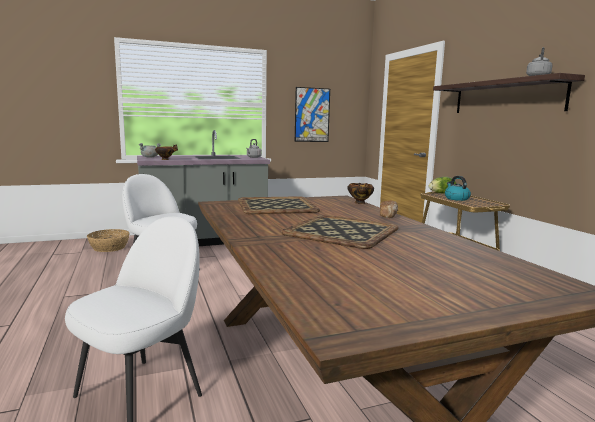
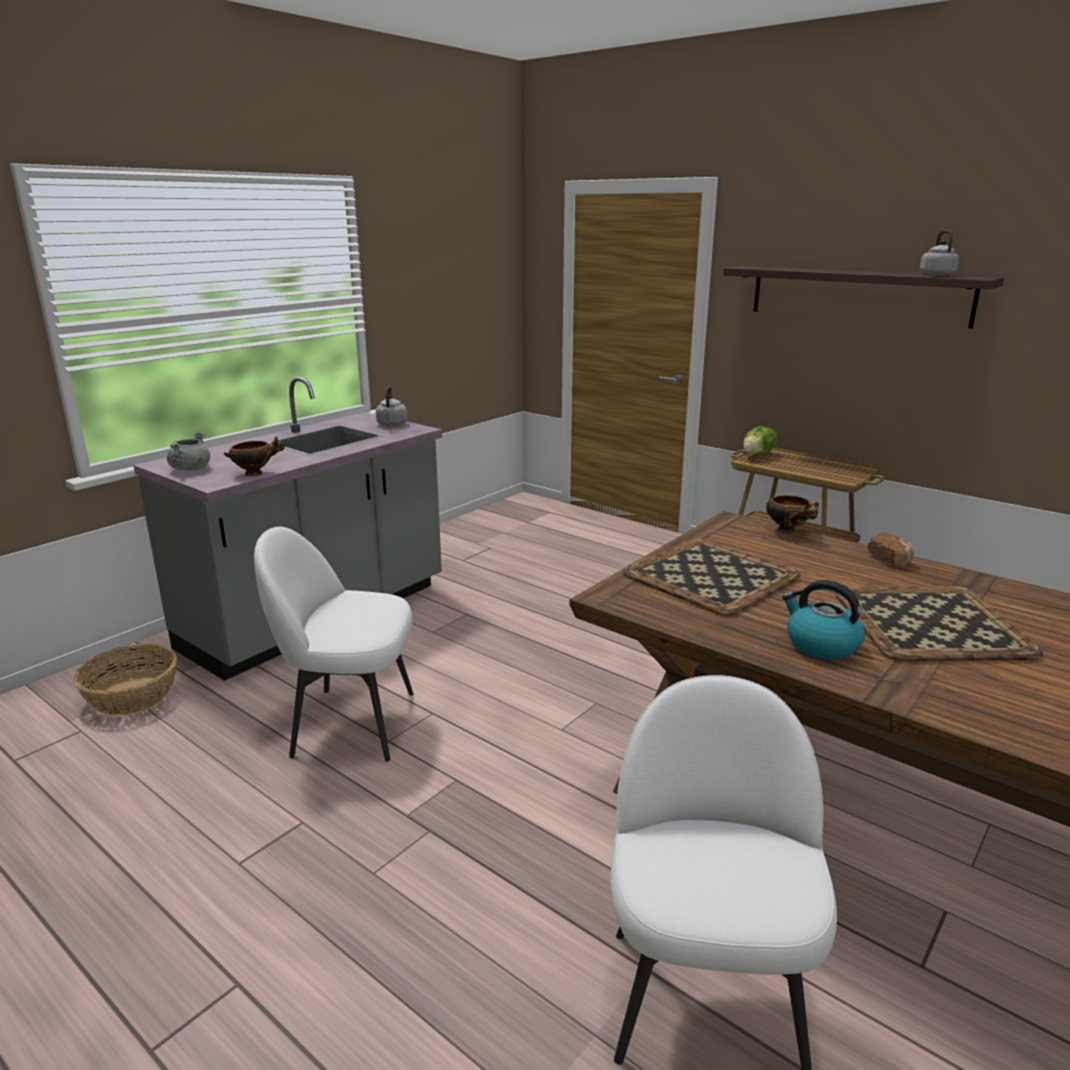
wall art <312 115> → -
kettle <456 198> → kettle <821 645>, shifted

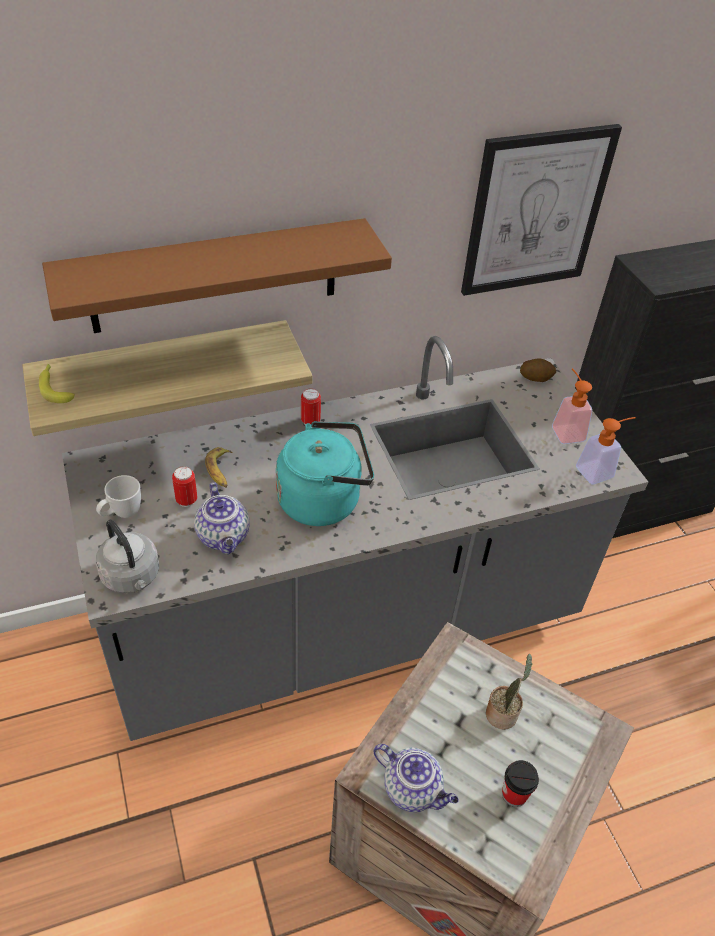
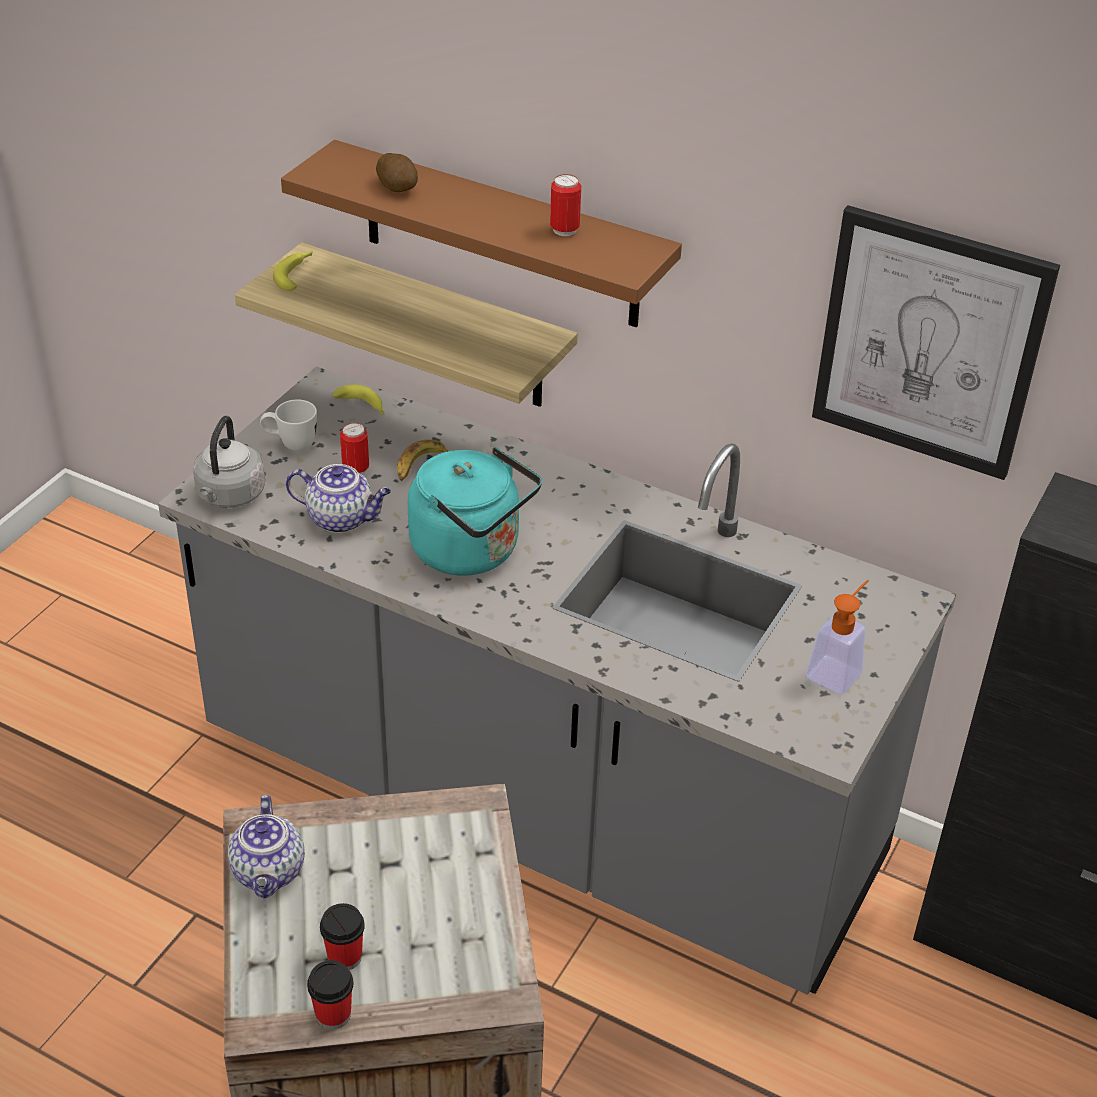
potted plant <503 713> → -
soap bottle <599 471> → -
- → small cup <333 1014>
- → banana fruit <363 407>
metal can <310 421> → metal can <564 230>, shifted
spud <536 378> → spud <398 187>, shifted
tea pot <224 537> → tea pot <342 518>, 105 degrees counterclockwise

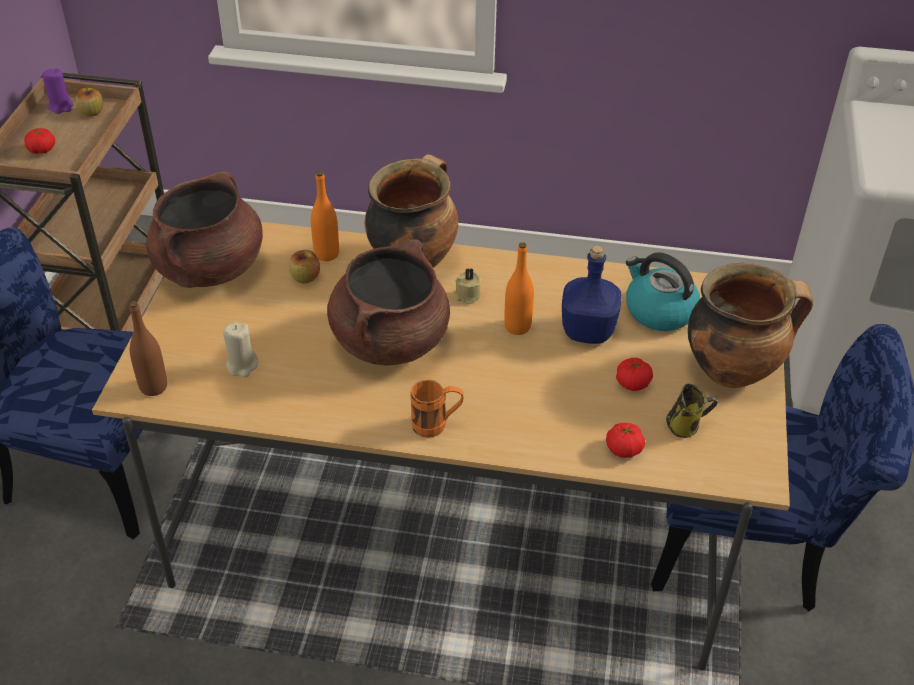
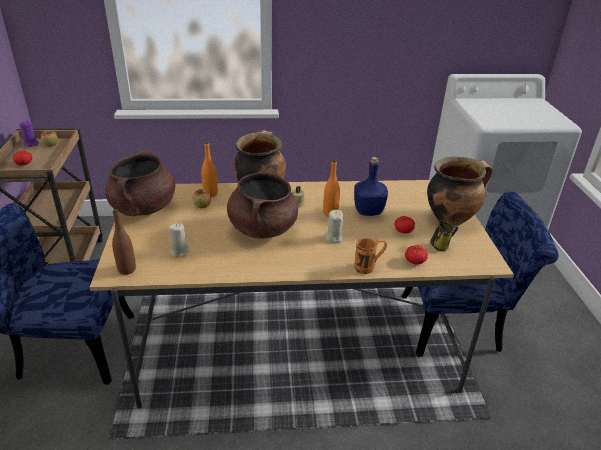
kettle <658 311> → -
- → beige candle <333 238>
orange coffee mug <437 426> → orange coffee mug <368 267>, shifted

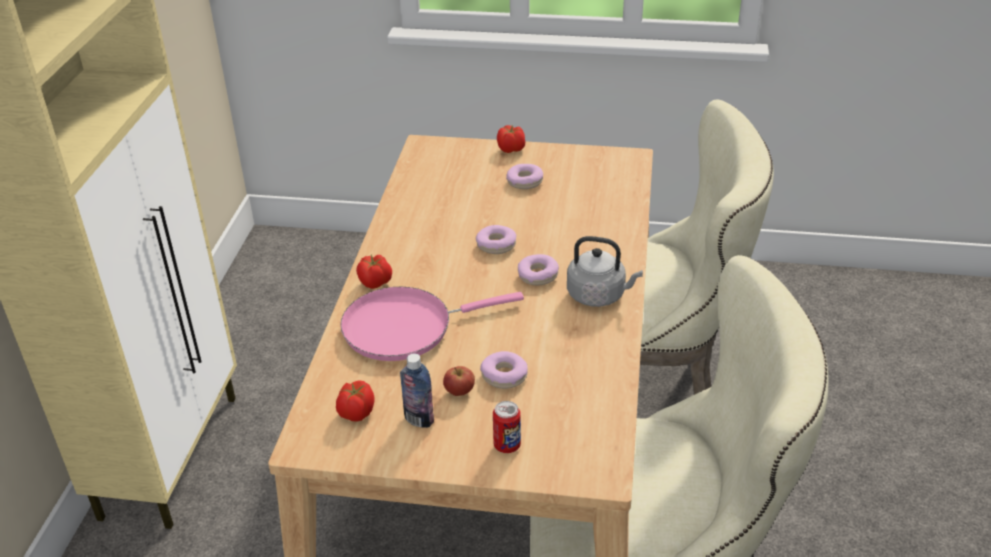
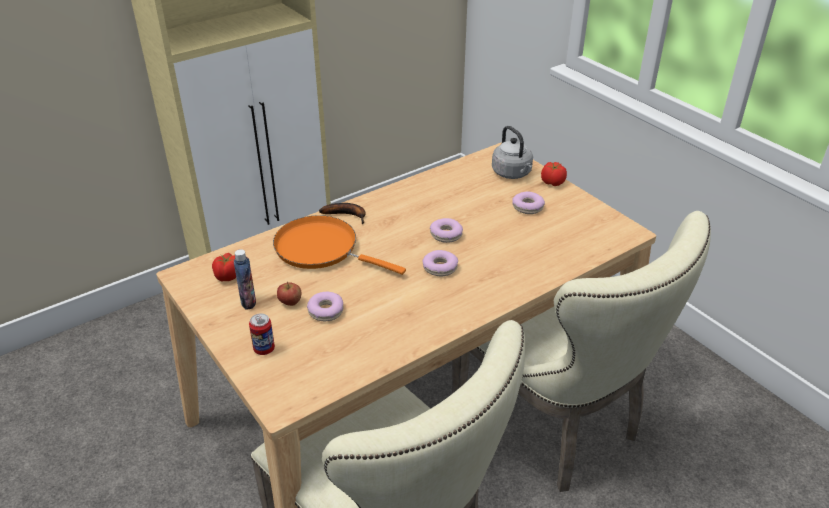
gray kettle <599 295> → gray kettle <512 173>, shifted
whole tomato <376 282> → banana fruit <347 215>
pink-coloured frying pan <405 327> → orange frying pan <321 249>

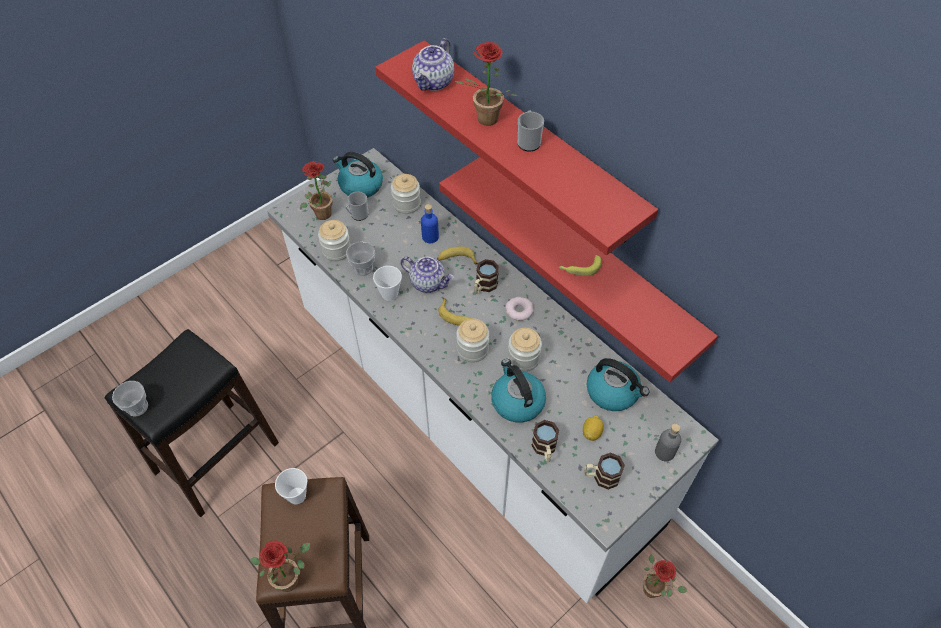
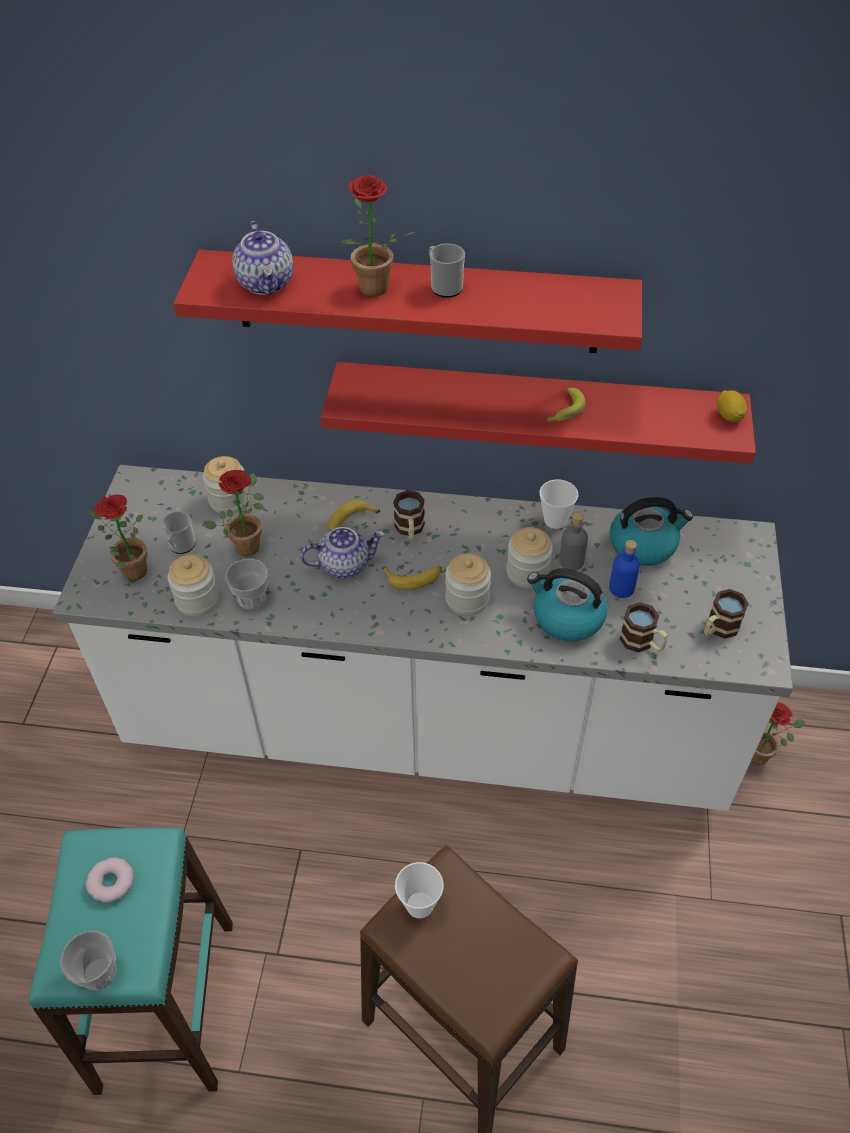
kettle <360 185> → -
potted plant <291 577> → potted plant <248 543>, shifted
small cup <389 294> → small cup <555 520>, shifted
blue-coloured beverage bottle <430 237> → blue-coloured beverage bottle <621 588>, shifted
ring doughnut <519 311> → ring doughnut <111 882>, shifted
whole lemon <591 432> → whole lemon <729 416>, shifted
gray beverage bottle <664 452> → gray beverage bottle <571 561>, shifted
black sitting stool <216 457> → blue-green sitting stool <166 1004>

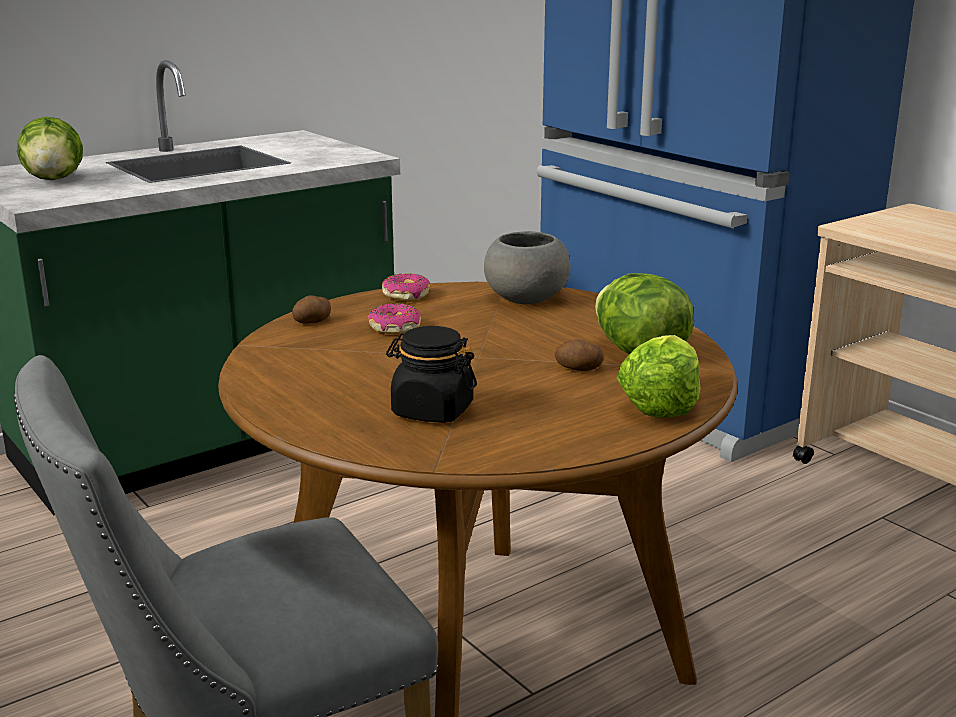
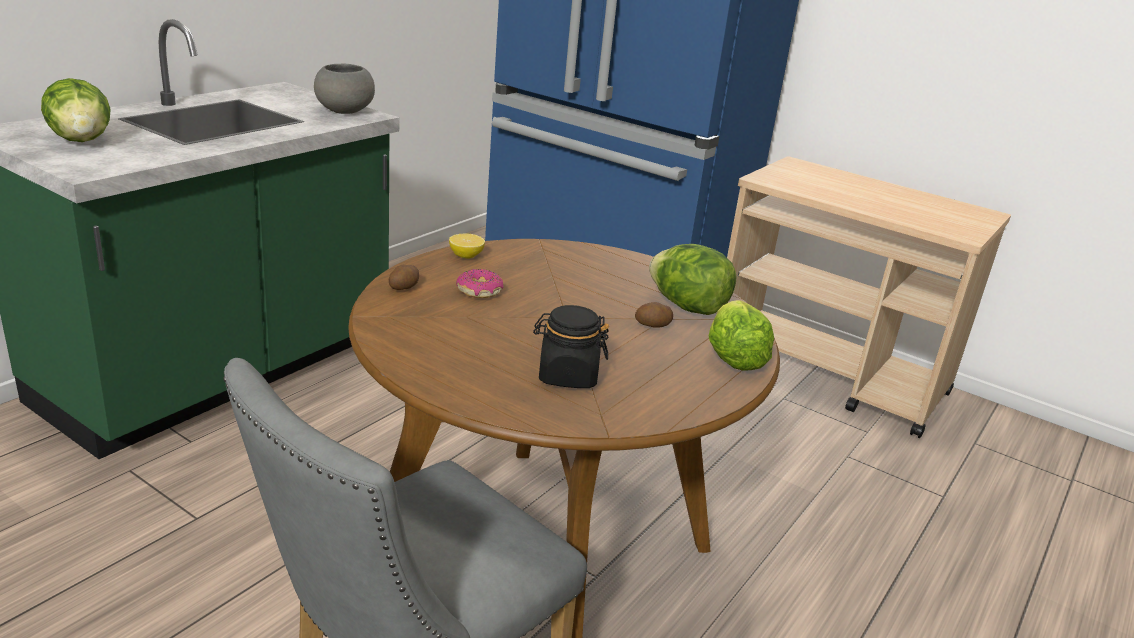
gray bowl <525 299> → gray bowl <344 111>, shifted
ring doughnut <406 295> → whole lemon <466 256>

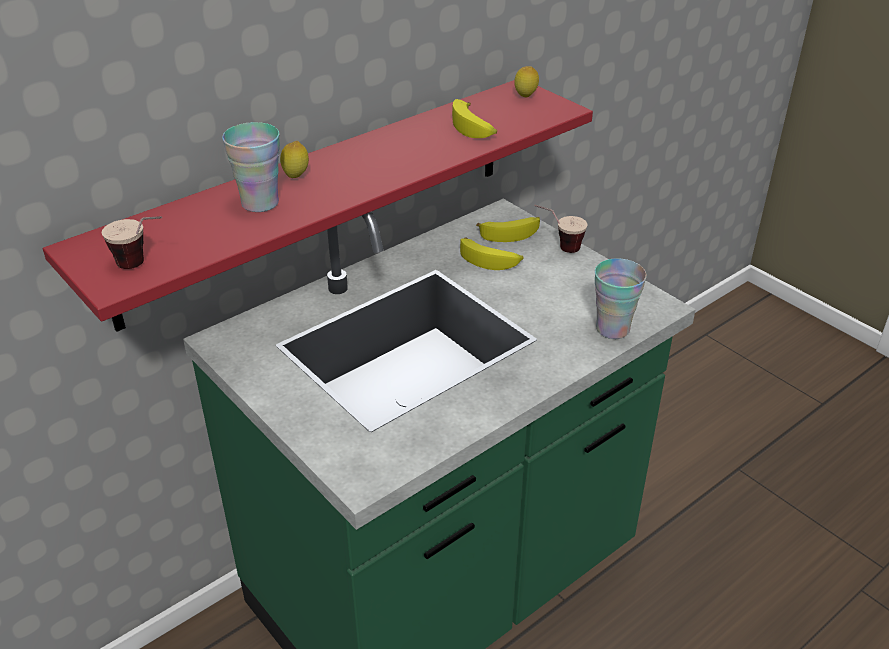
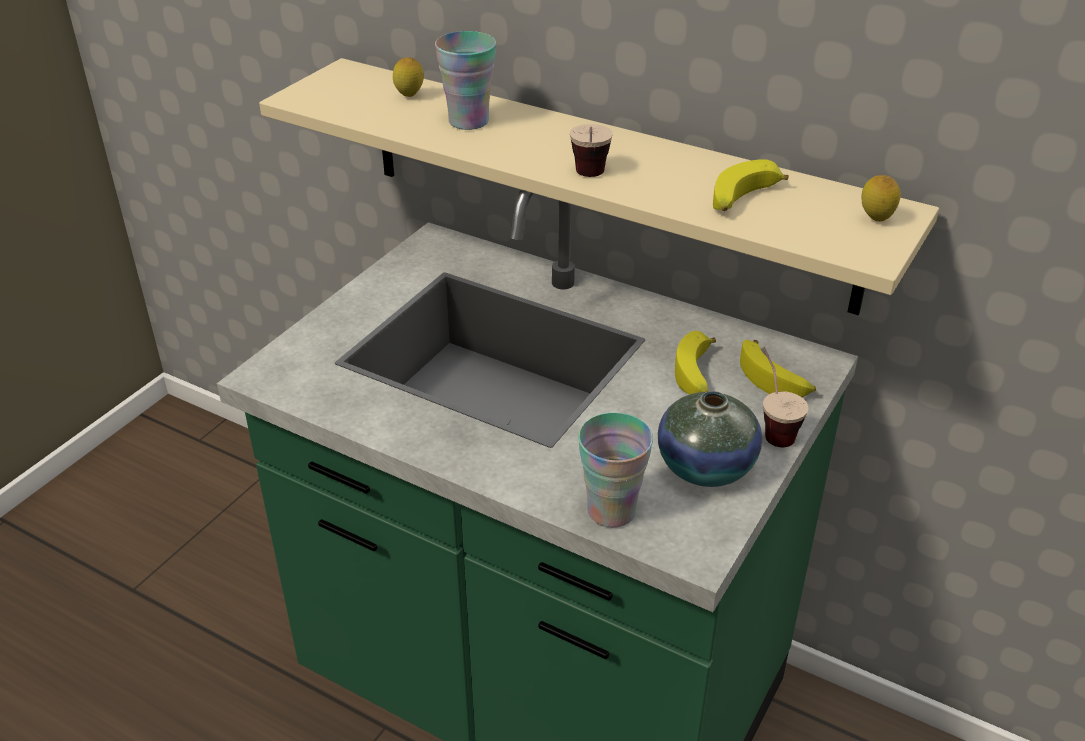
- → vase <705 467>
small cup <143 266> → small cup <589 179>, shifted
whole lemon <296 177> → whole lemon <409 97>, shifted
red bracket shelf <321 197> → beige bracket shelf <602 181>

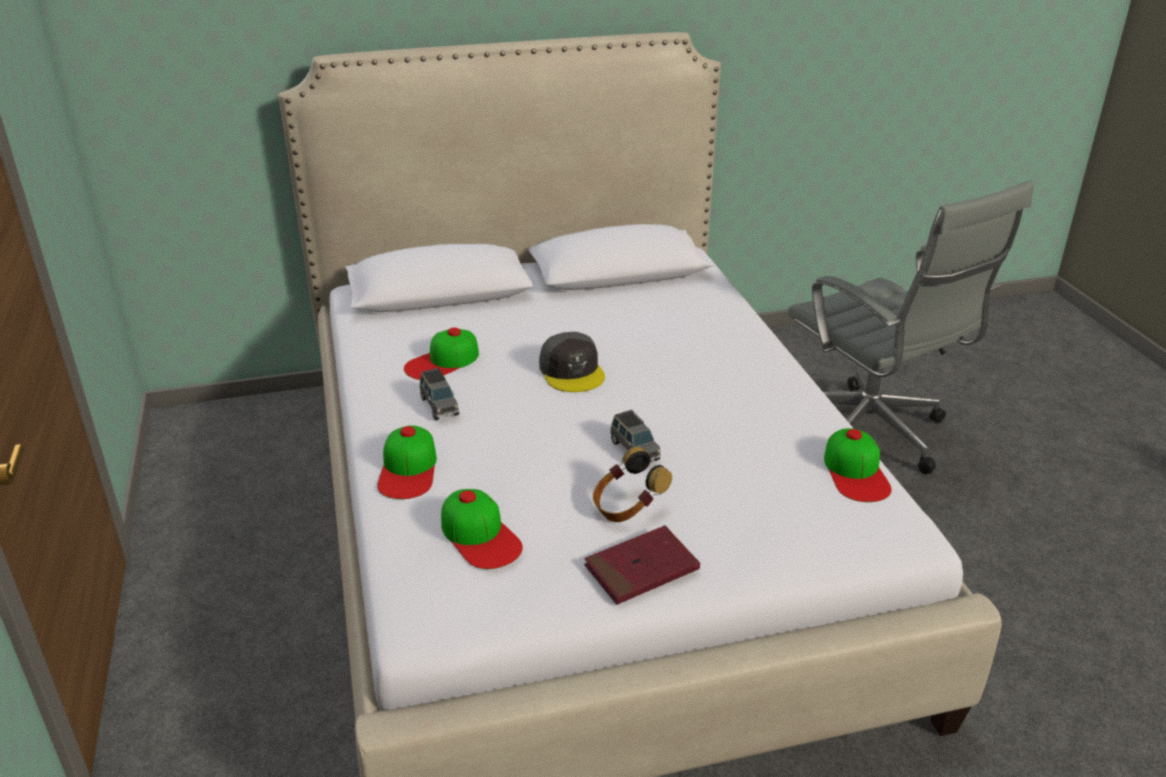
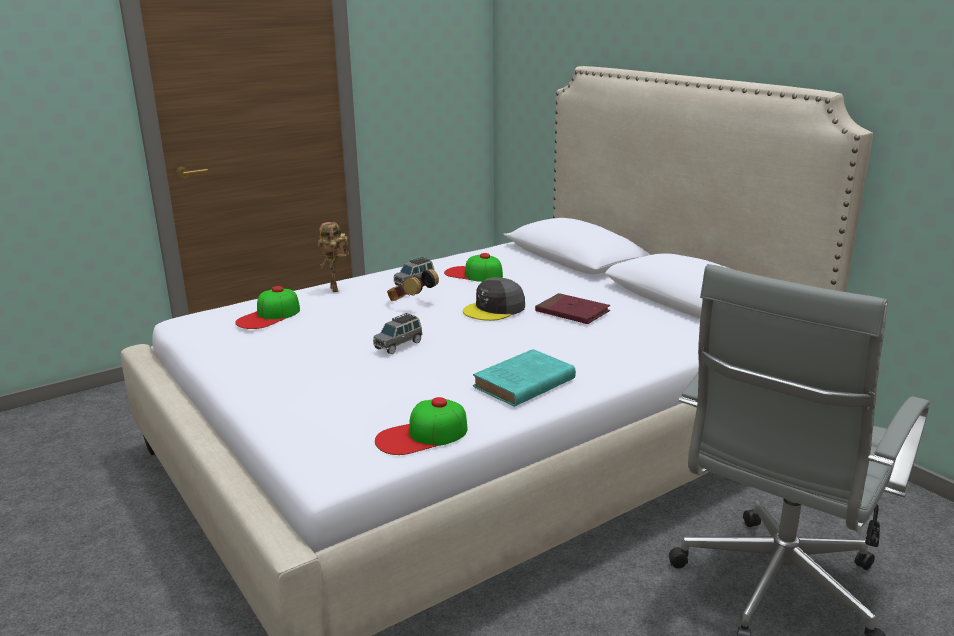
- → blue-green book <522 384>
red book <641 569> → red book <572 312>, shifted
headphones <627 508> → headphones <410 303>, shifted
cap <408 469> → toy robot <336 289>

